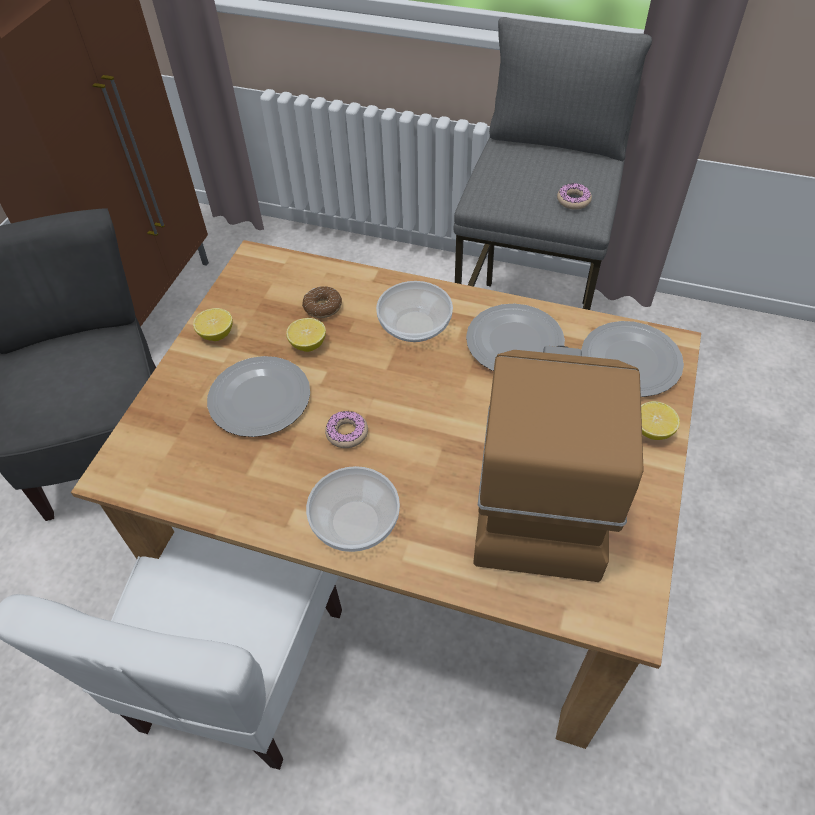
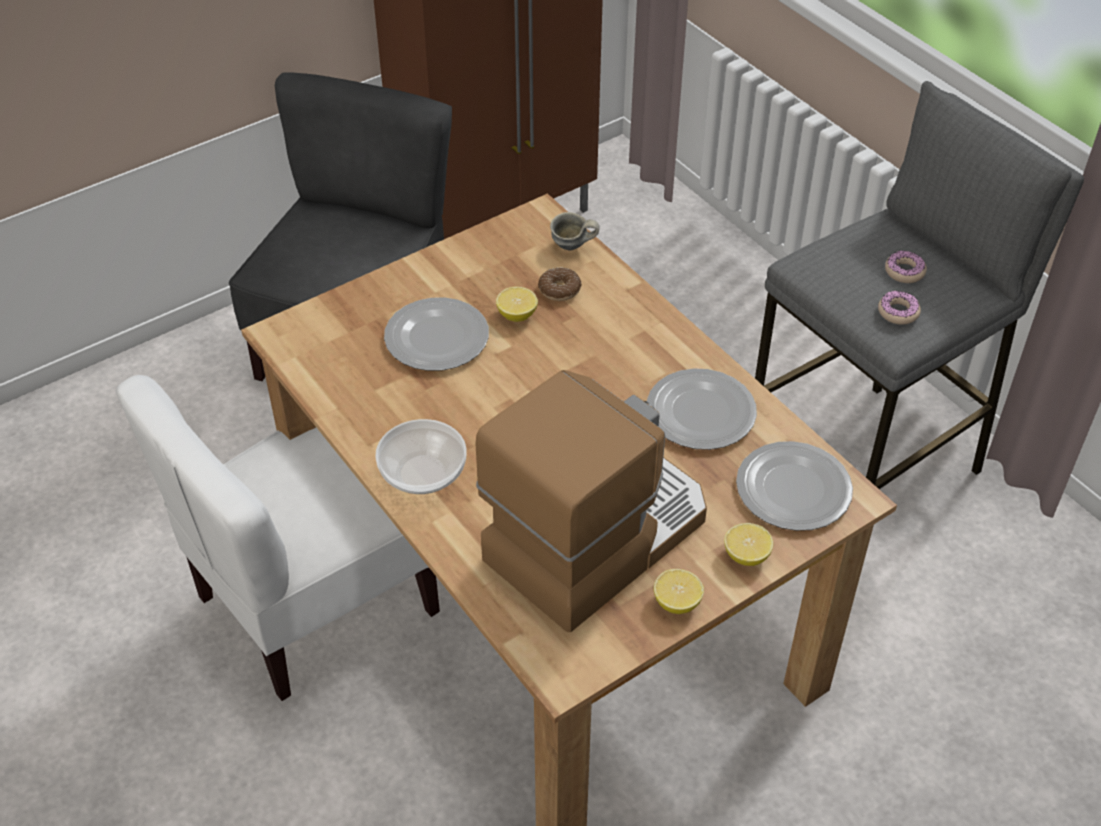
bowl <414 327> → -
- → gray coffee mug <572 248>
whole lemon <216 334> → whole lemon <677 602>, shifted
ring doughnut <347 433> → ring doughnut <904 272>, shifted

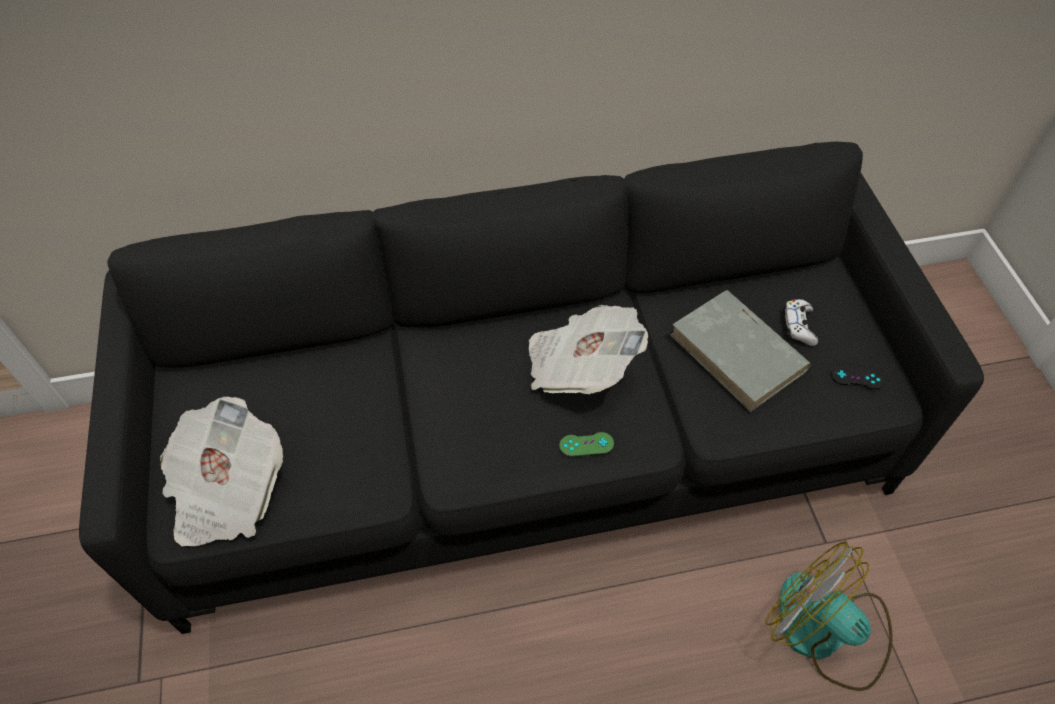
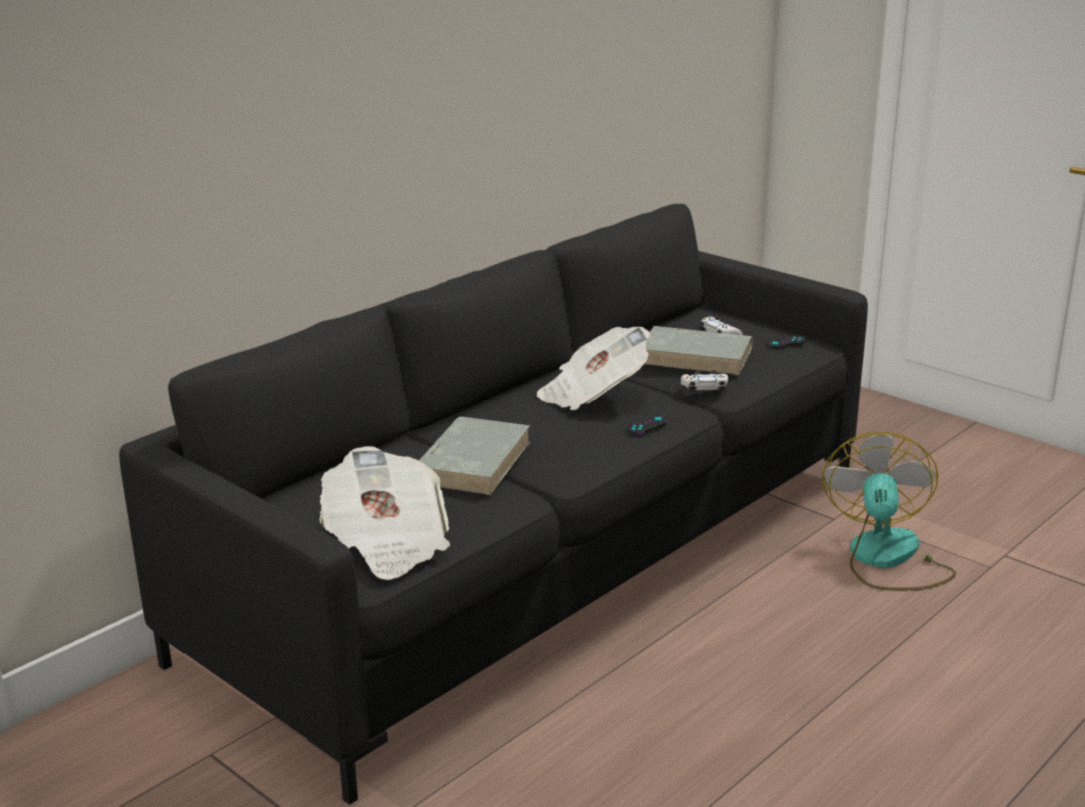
- → gray book <472 461>
- → whitish gamepad <705 387>
green-coloured gamepad <586 444> → black gamepad <647 424>
cooling fan <825 632> → cooling fan <886 559>, 90 degrees clockwise

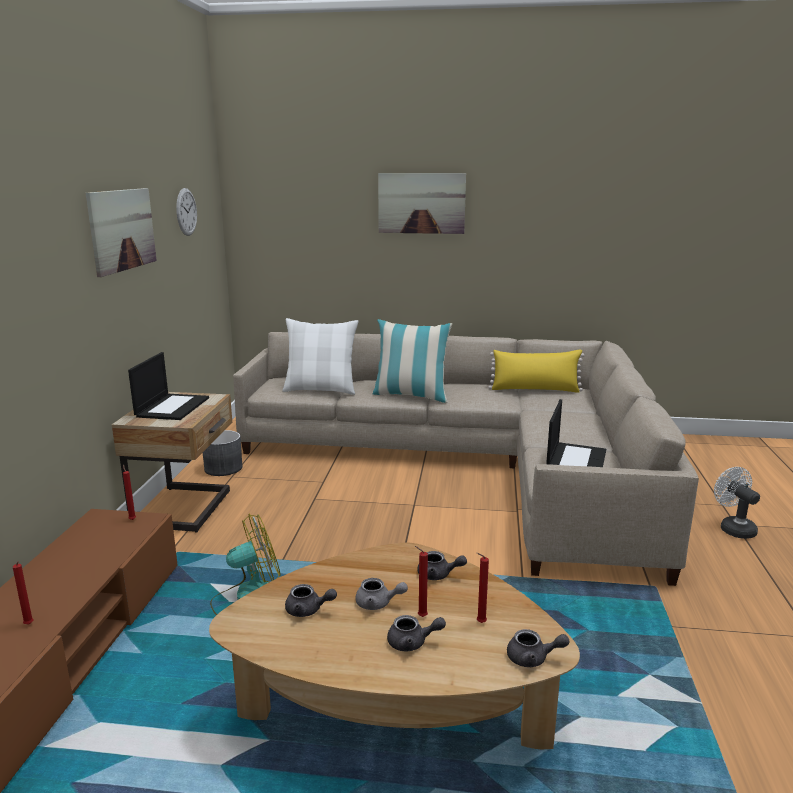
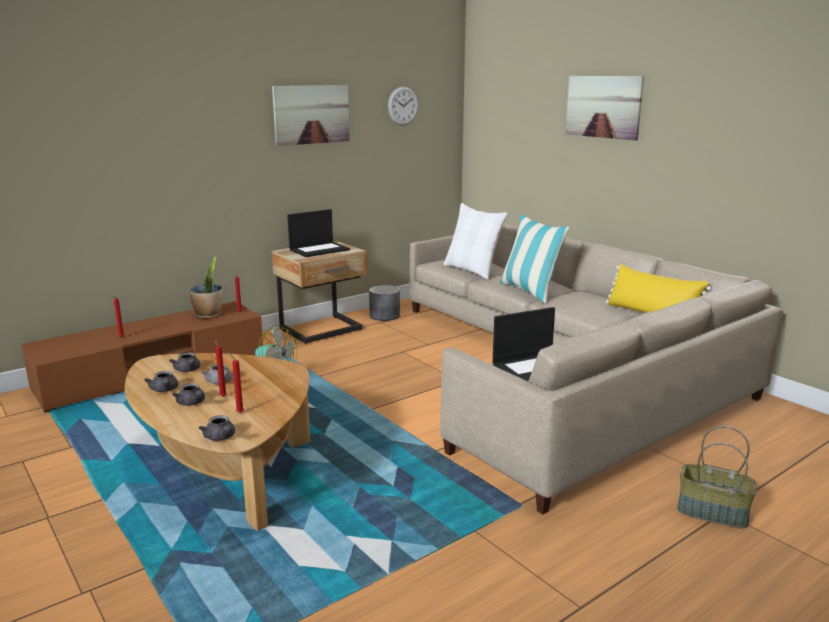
- → potted plant <208 315>
gray tea pot <438 575> → gray tea pot <164 390>, shifted
whitish cooling fan <733 528> → household basket <711 513>

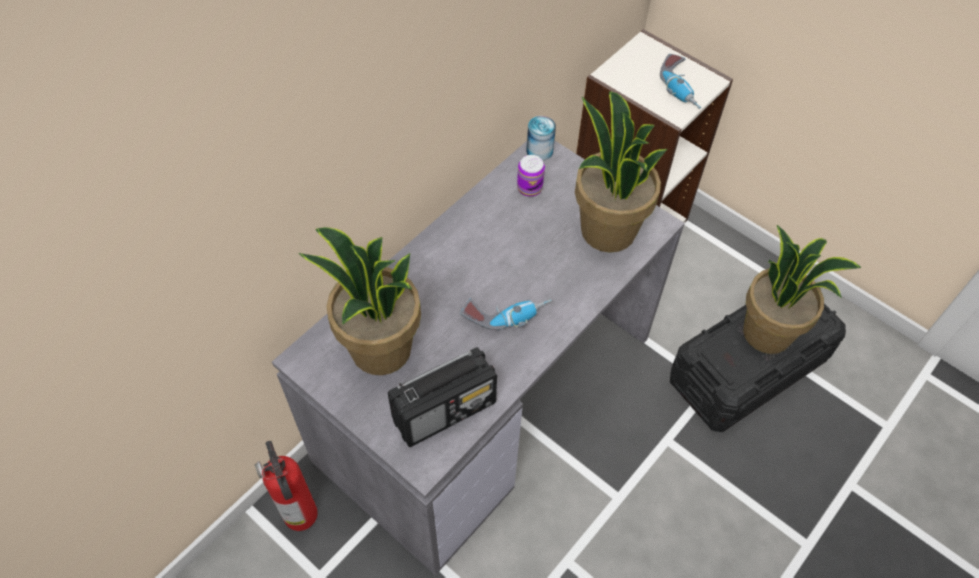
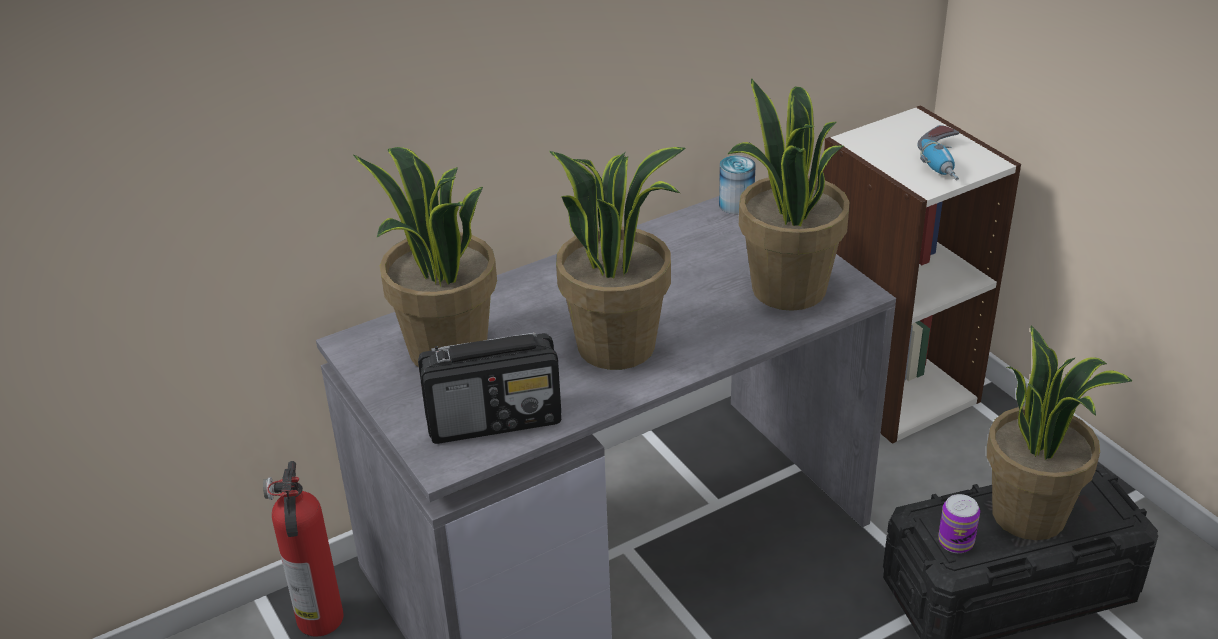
metal can <529 188> → metal can <955 542>, shifted
power drill <506 314> → potted plant <617 345>

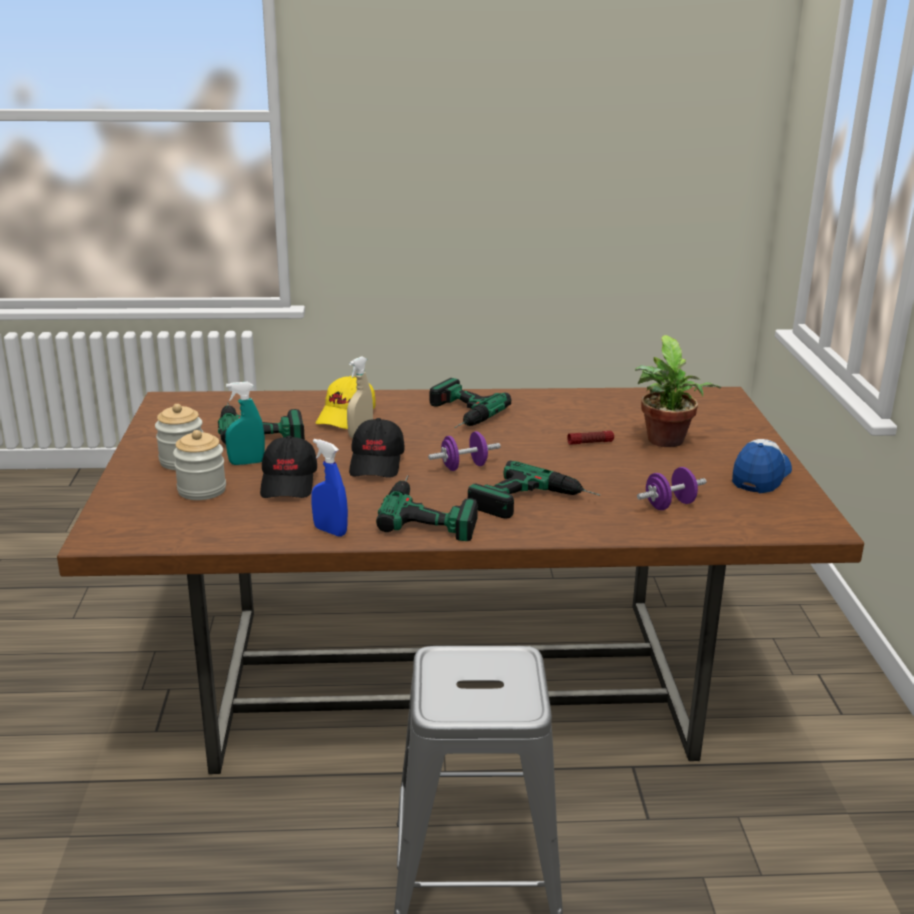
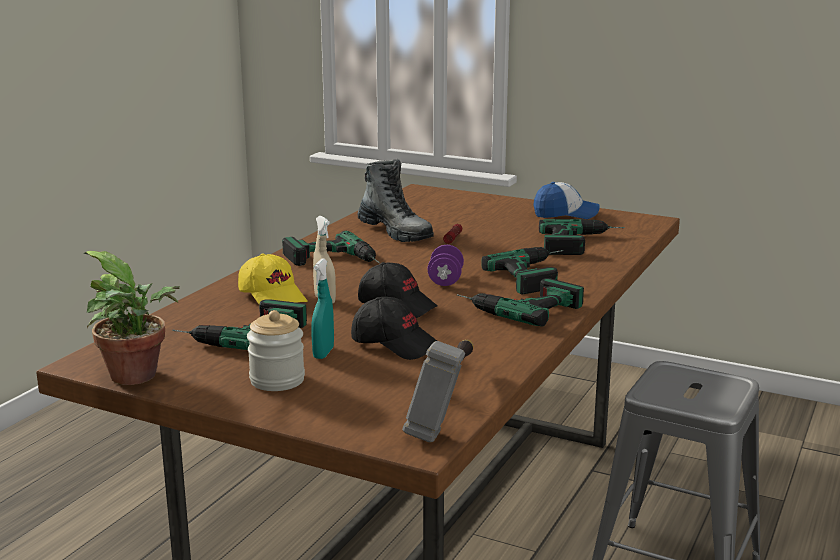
jar <202 490> → -
blue-coloured hand sprayer <330 531> → -
- → boot <396 232>
- → tool hammer <447 406>
potted plant <666 442> → potted plant <138 377>, shifted
purple free weight <669 505> → power drill <584 243>
cap <761 476> → cap <565 214>, 120 degrees clockwise

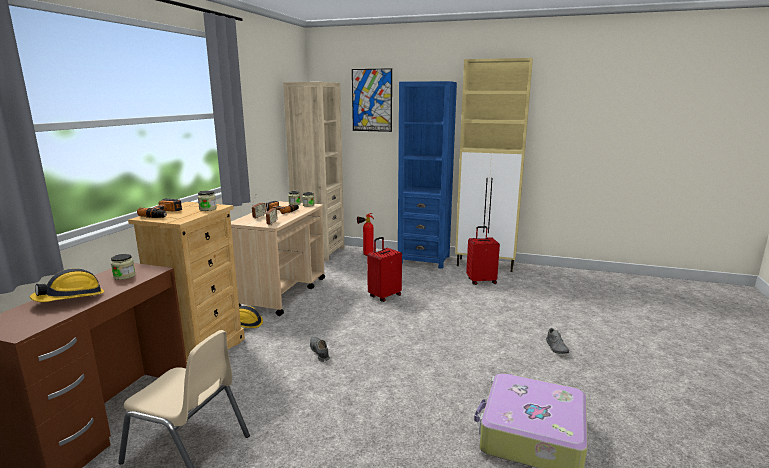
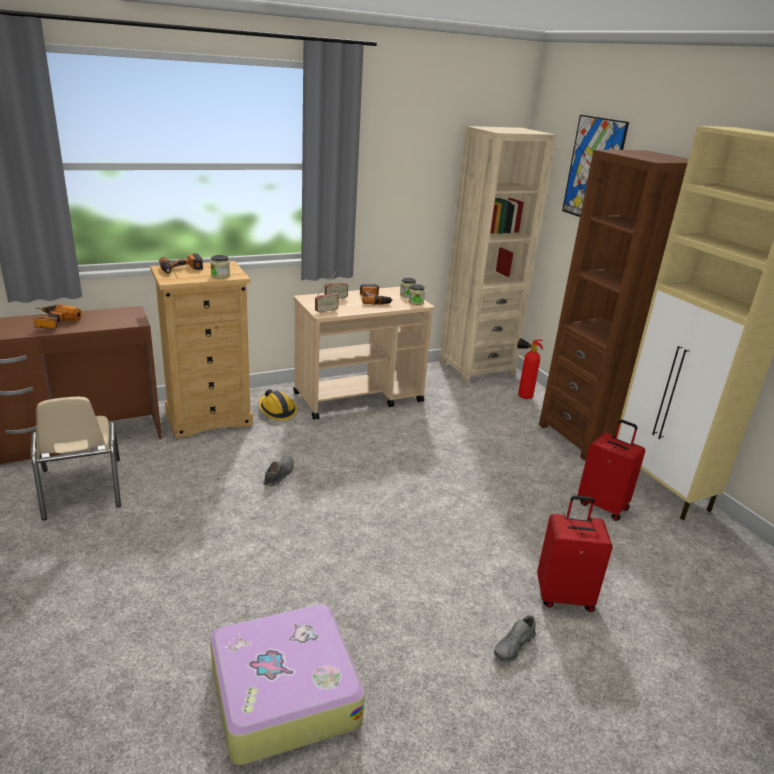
jar <124 276> → -
red suitcase <384 296> → red suitcase <564 596>, shifted
work helmet <71 298> → power drill <52 323>
blue-coloured bookshelf <424 259> → brown-coloured bookshelf <584 437>

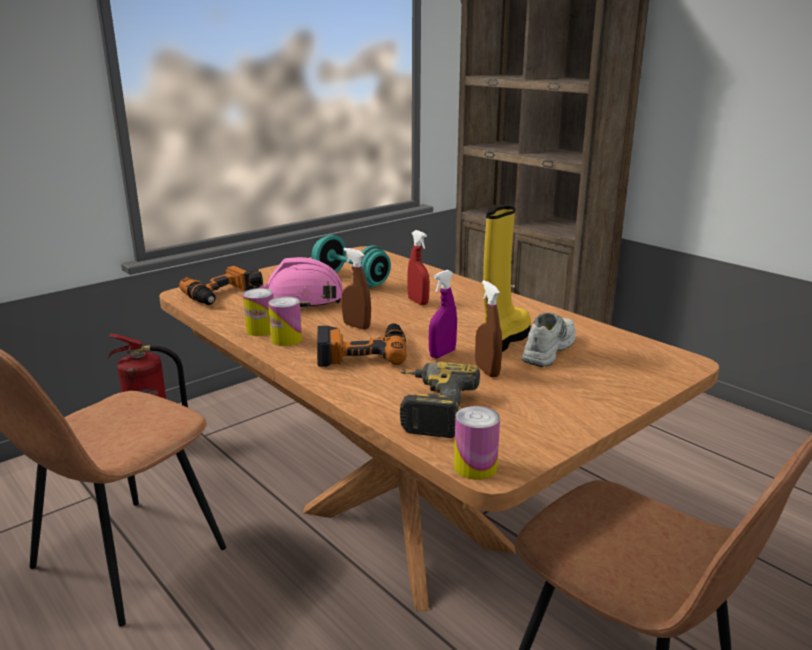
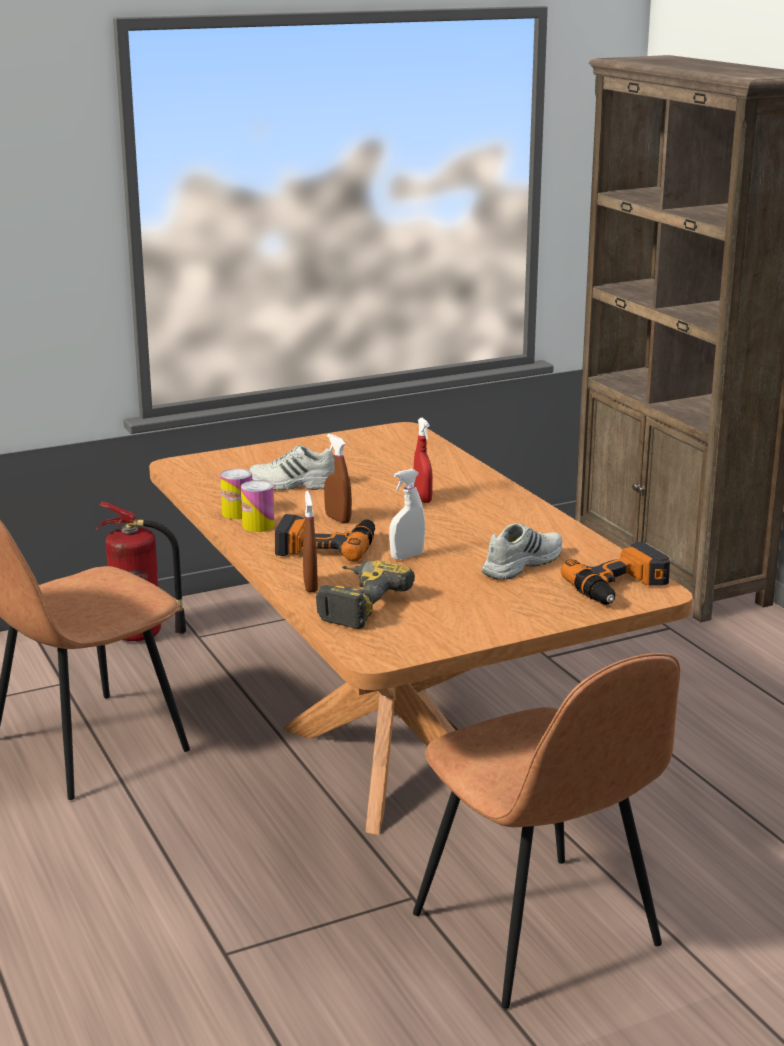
blue-green free weight <351 280> → -
metal can <475 467> → -
yellow boot <504 339> → -
power drill <224 294> → power drill <620 587>, shifted
brown-coloured hand sprayer <487 371> → brown-coloured hand sprayer <310 586>, shifted
pink-coloured work helmet <300 301> → whitish low shoe <294 485>
purple hand sprayer <442 354> → whitish hand sprayer <407 556>

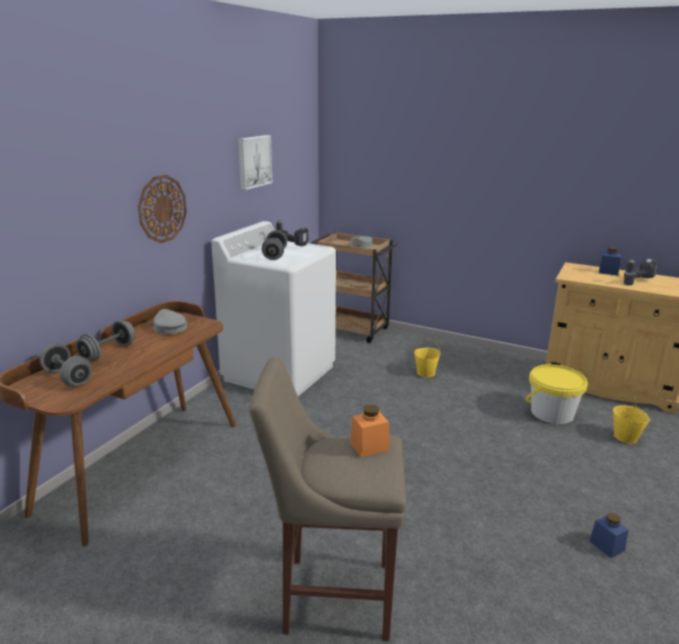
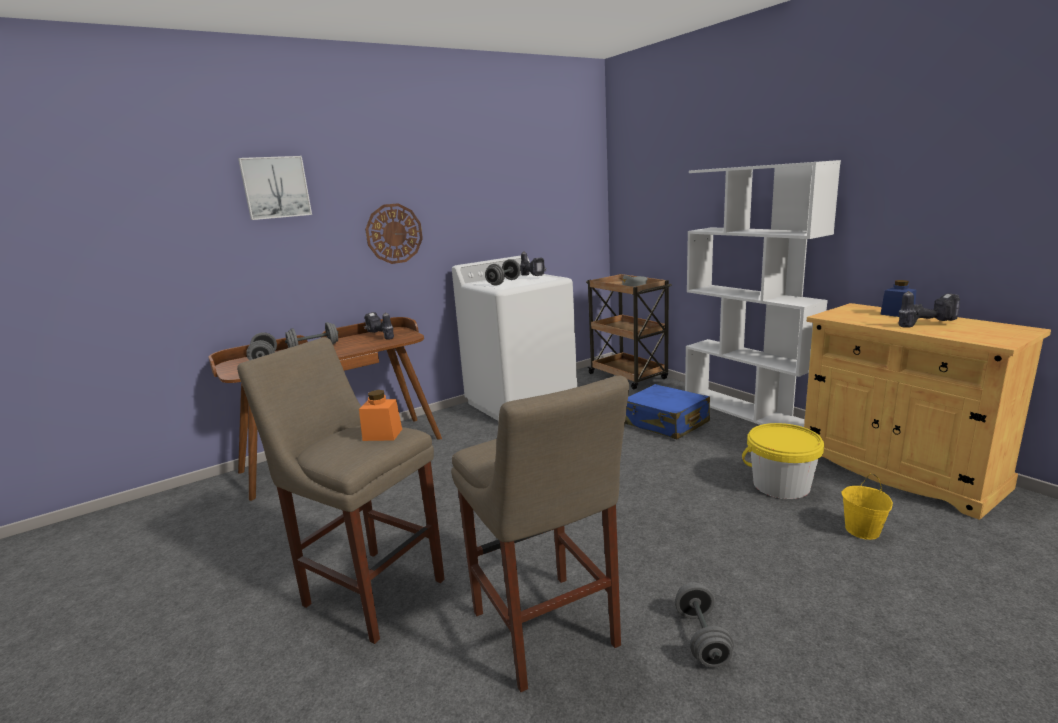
- → beige sitting stool <547 633>
- → whitish bookshelf <746 411>
wall art <253 161> → wall art <275 187>, shifted
gray cap <168 327> → power drill <379 336>
yellow pail <425 373> → blue-coloured suitcase <665 423>
blue-coloured jar <606 546> → gray free weight <702 638>

